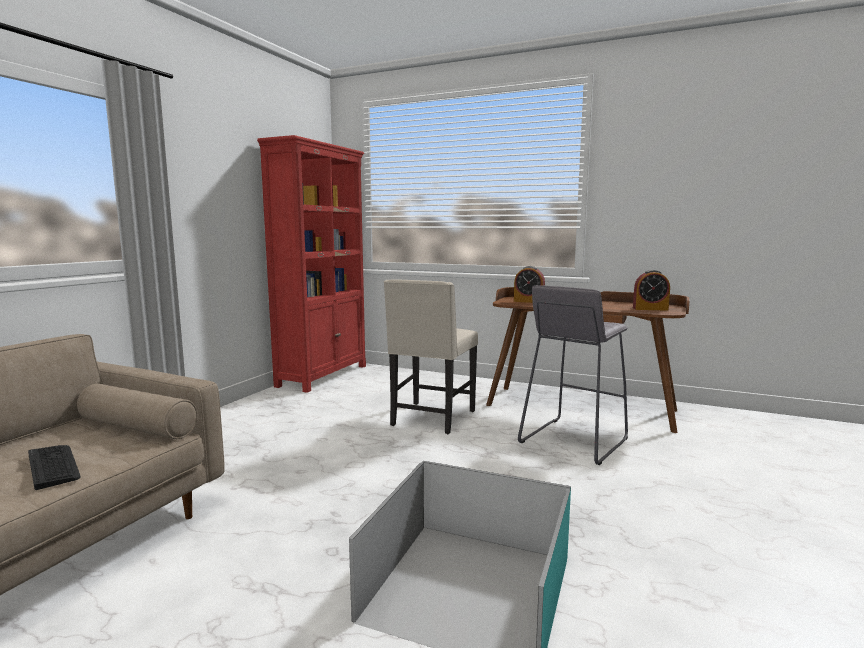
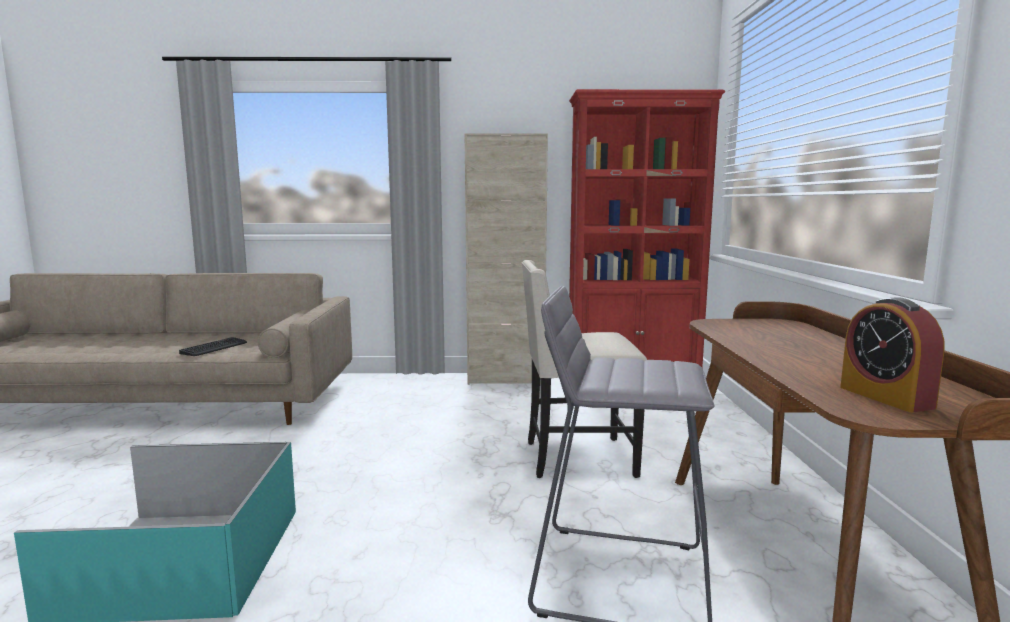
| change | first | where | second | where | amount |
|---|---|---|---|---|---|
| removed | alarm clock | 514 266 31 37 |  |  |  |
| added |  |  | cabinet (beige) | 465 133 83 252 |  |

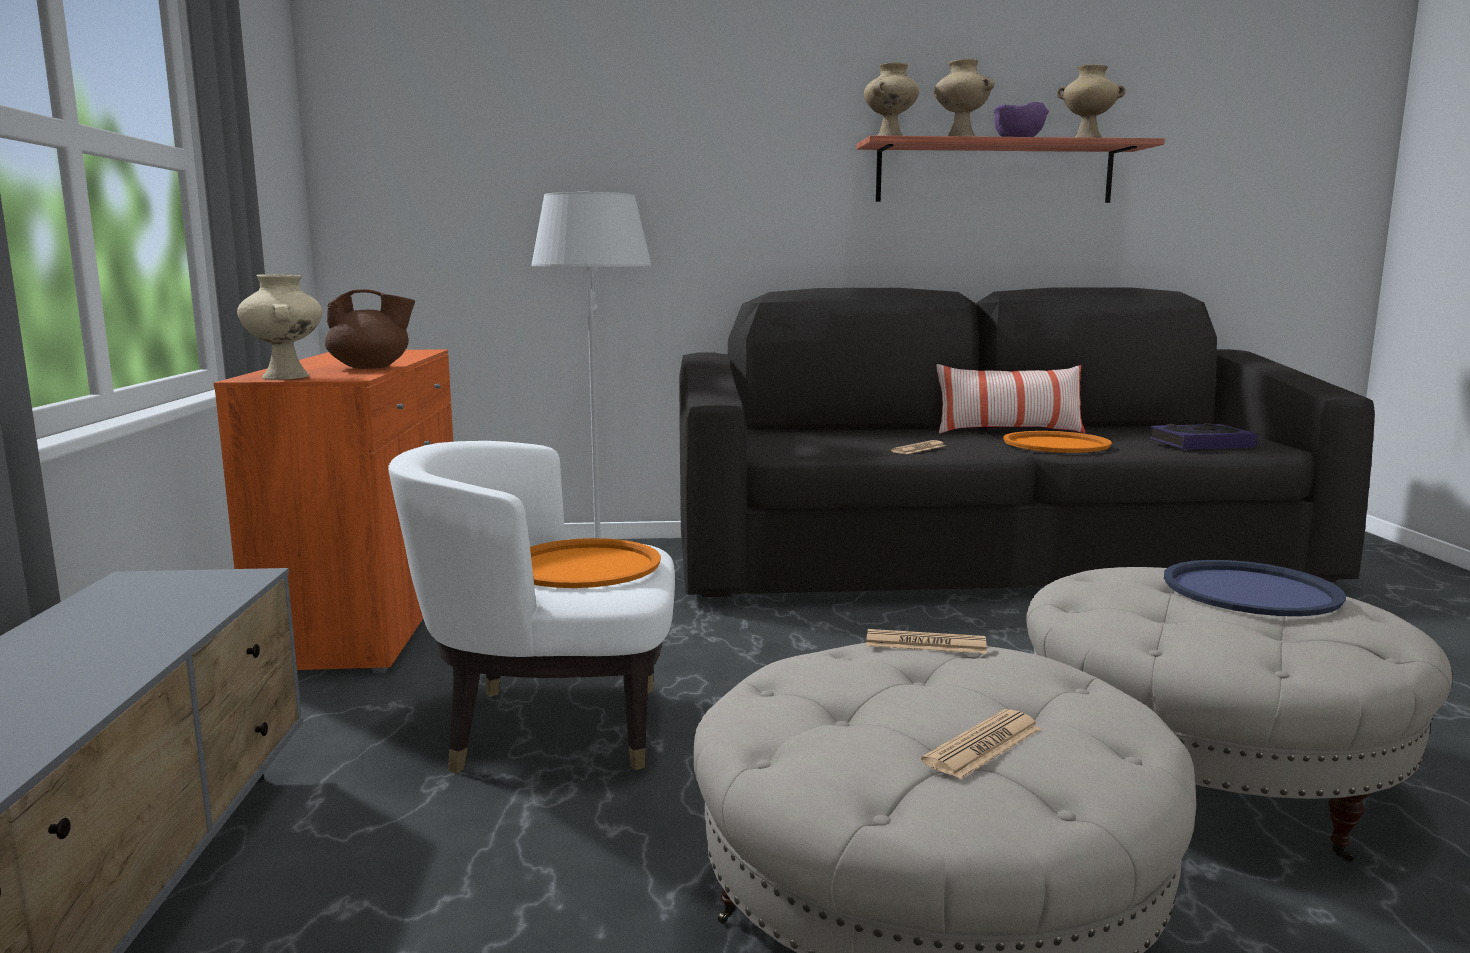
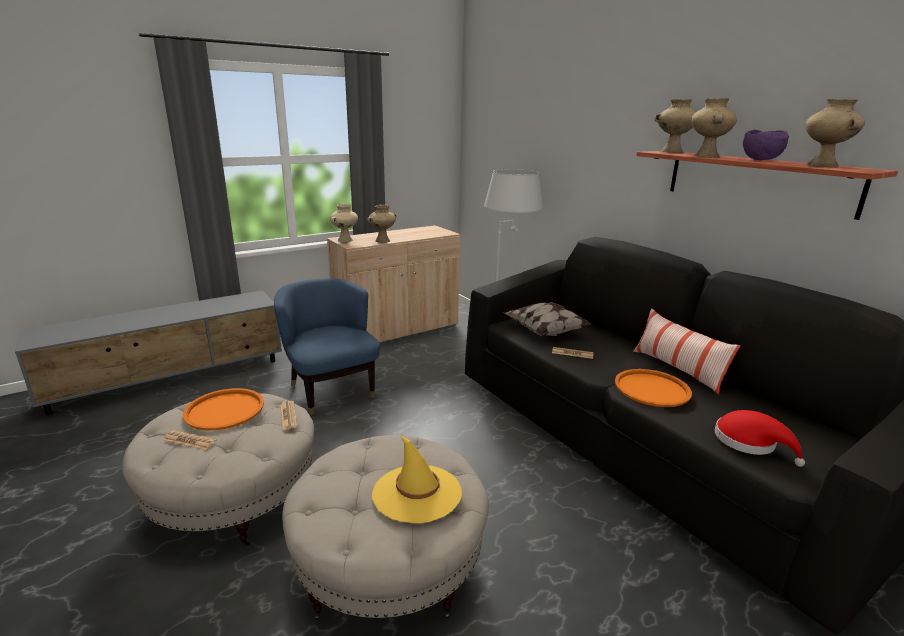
| change | first | where | second | where | amount |
|---|---|---|---|---|---|
| added |  |  | pillow | 505 302 86 34 |  |
| moved | tray (orange) | 530 538 131 50 |  | 183 388 81 42 |  |
| replaced | teapot (brown) | 325 289 90 80 | vase (beige) | 367 204 29 39 |  |
| replaced | book | 1149 423 109 27 | hat (red) | 715 410 90 57 |  |
| replaced | tray (blue) | 1164 560 182 56 | hat (yellow) | 372 435 90 89 |  |
| recoloured | cabinet (orange) | 214 350 239 324 | cabinet (beige) | 327 225 133 117 |  |
| recoloured | armchair (white) | 388 441 287 332 | armchair (blue) | 274 278 106 137 |  |

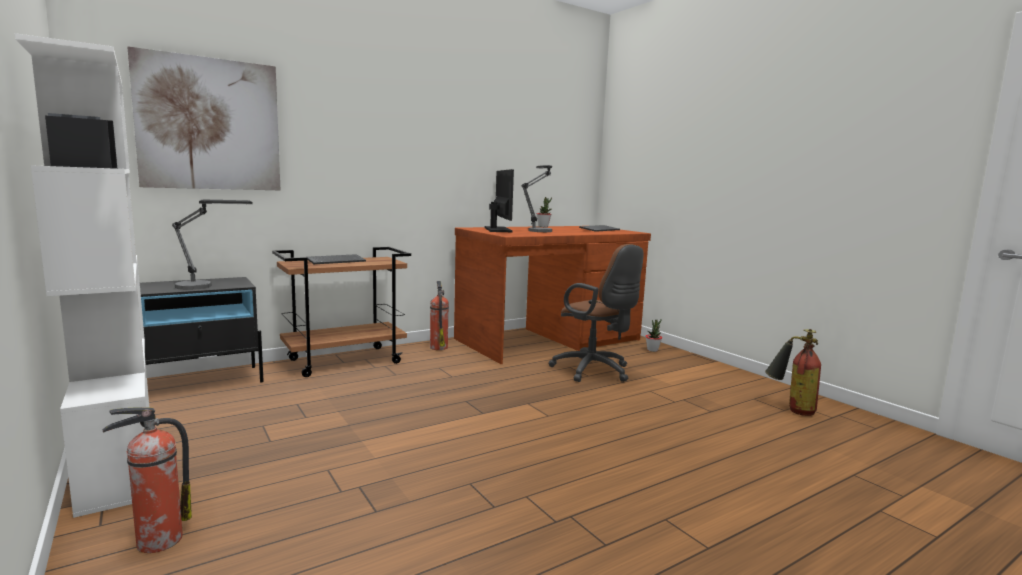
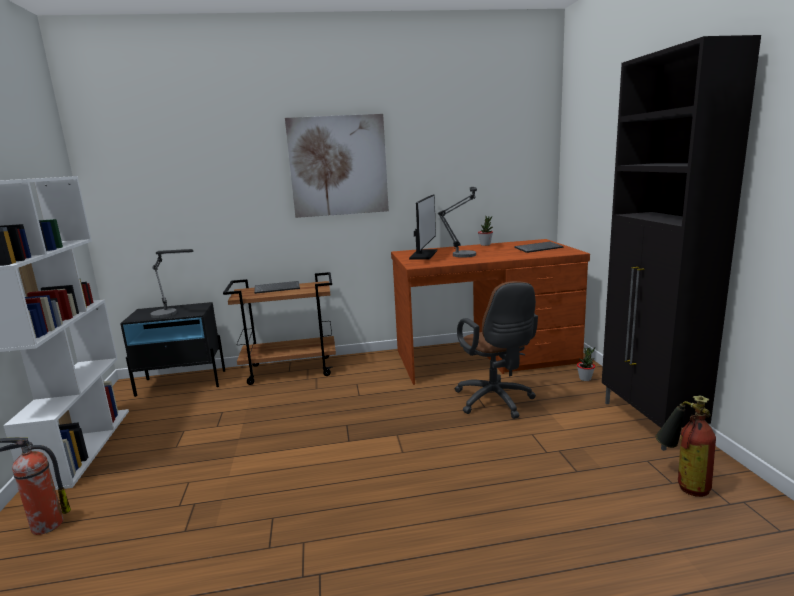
| change | first | where | second | where | amount |
|---|---|---|---|---|---|
| removed | fire extinguisher | 430 281 19 69 |  |  |  |
| added |  |  | cabinet (black) | 602 35 159 416 |  |
| moved | picture | 127 46 153 144 |  | 285 114 104 104 |  |

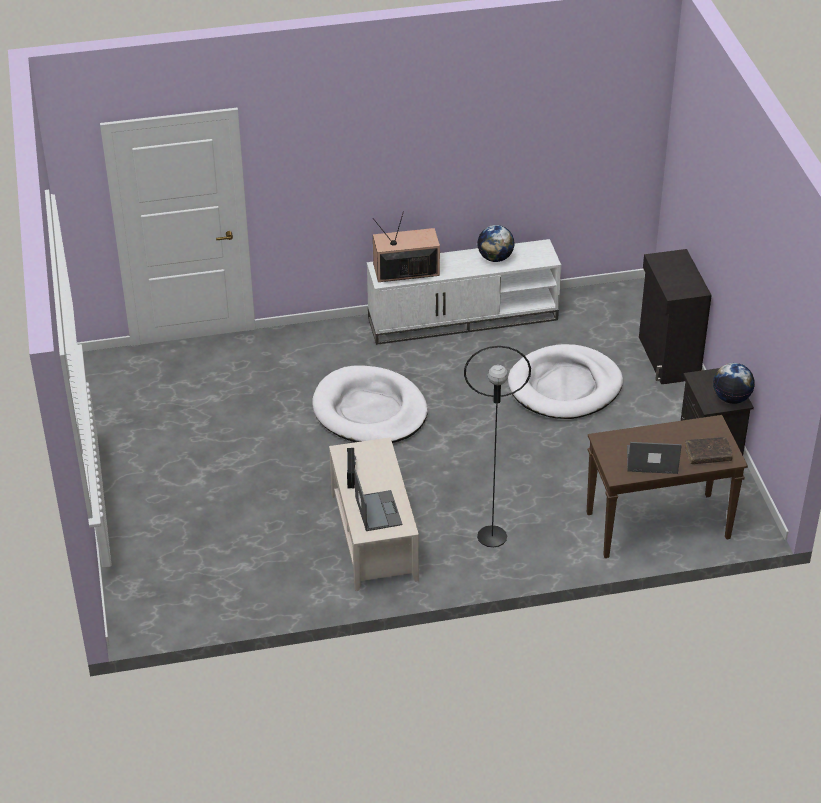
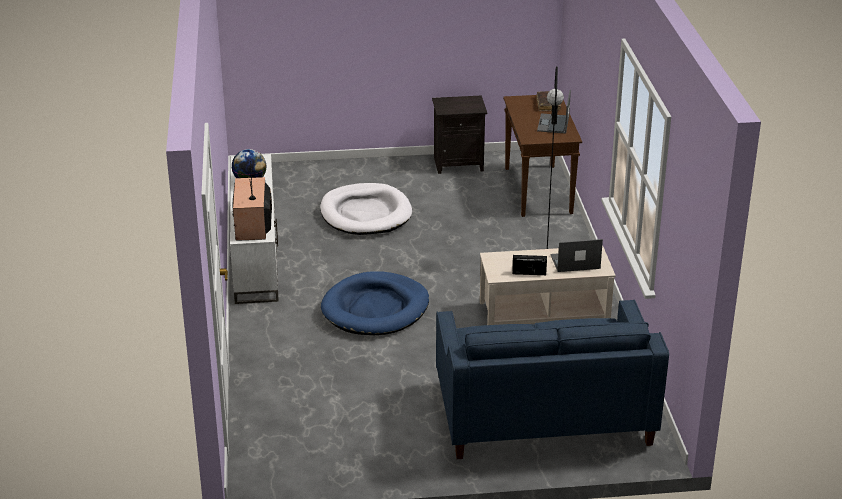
| change | first | where | second | where | amount |
|---|---|---|---|---|---|
| removed | cabinet (black) | 639 249 73 135 |  |  |  |
| removed | globe | 713 363 42 41 |  |  |  |
| added |  |  | sofa (blue) | 436 299 233 160 |  |
| recoloured | dog bed (white) | 312 366 116 77 | dog bed (blue) | 321 271 108 64 |  |

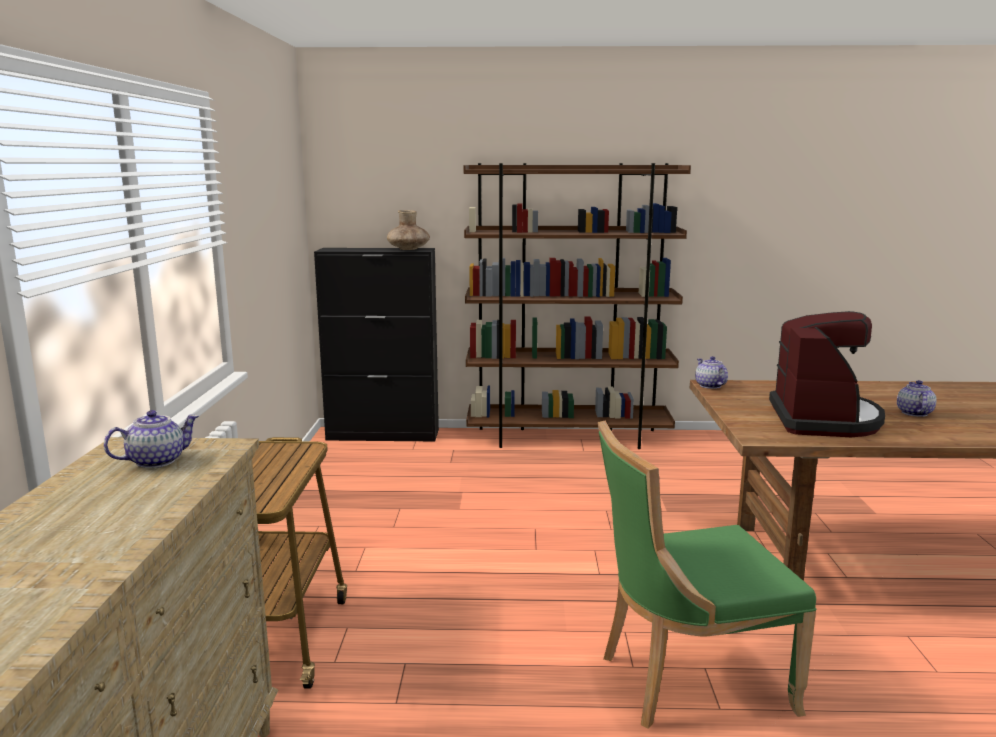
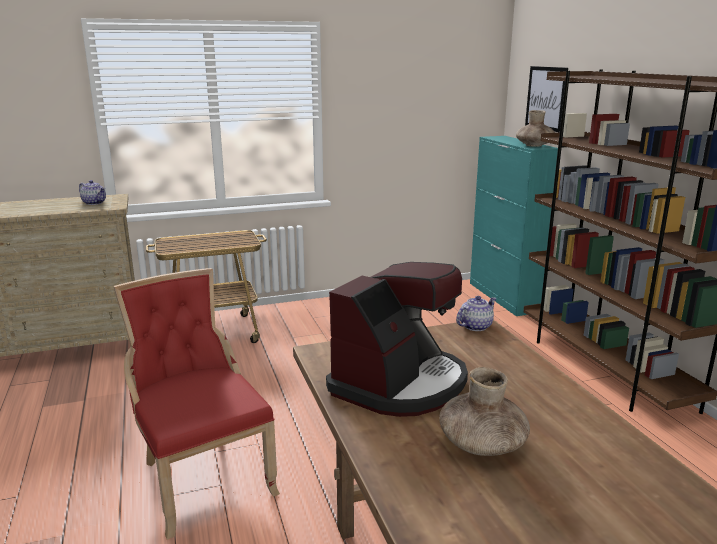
| change | first | where | second | where | amount |
|---|---|---|---|---|---|
| added |  |  | picture | 525 66 43 66 |  |
| replaced | teapot | 897 380 39 37 | vase (brown) | 439 367 91 89 |  |
| recoloured | cabinet (black) | 314 248 125 193 | cabinet (turquoise) | 470 136 88 180 |  |
| recoloured | chair (green) | 598 421 219 308 | chair (red) | 113 268 167 272 |  |
| turned | coffee machine | 769 311 116 126 |  | 326 262 142 155 | 45 degrees counterclockwise |

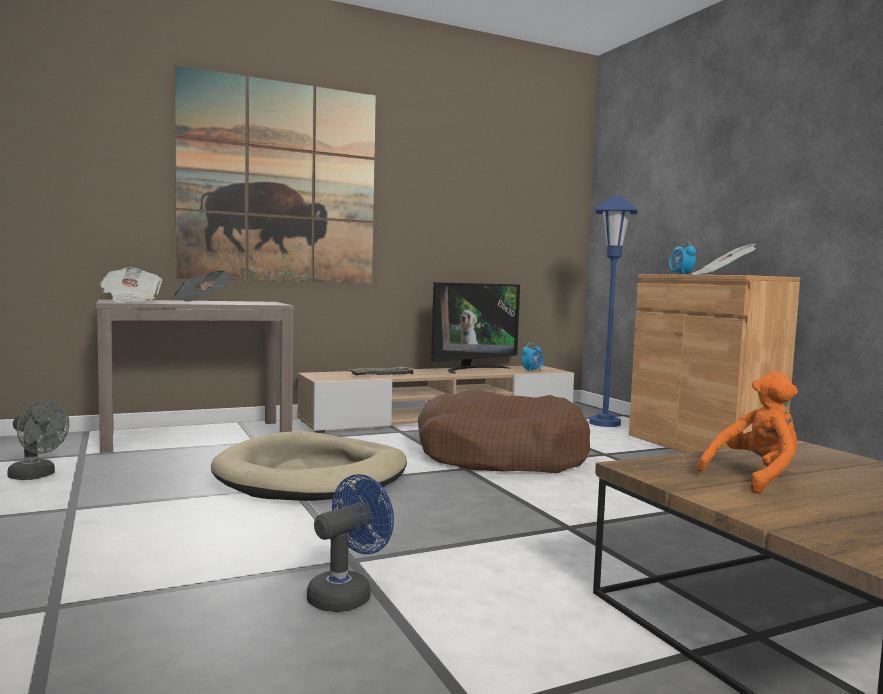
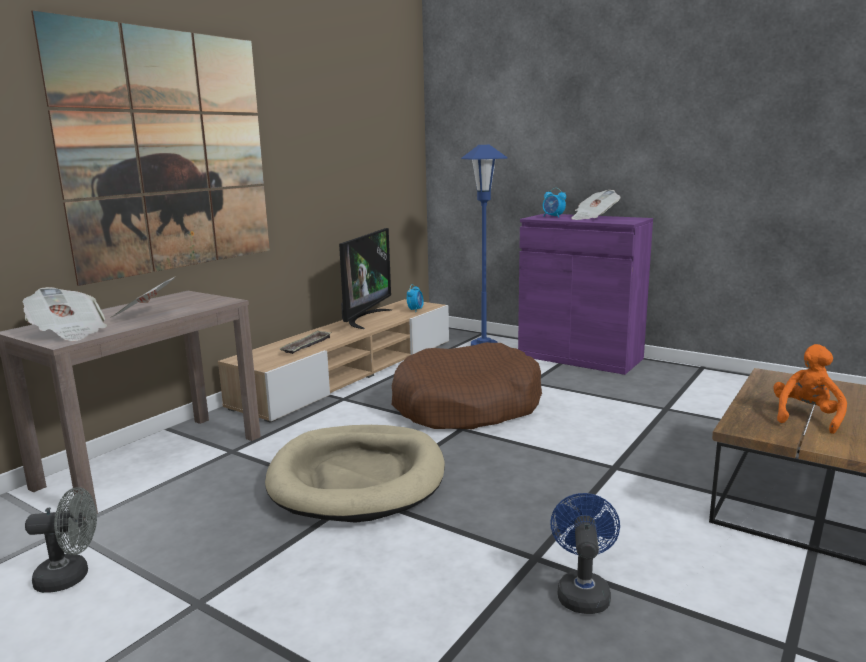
| change | first | where | second | where | amount |
|---|---|---|---|---|---|
| recoloured | cabinet (brown) | 629 274 171 179 | cabinet (purple) | 518 214 135 161 |  |

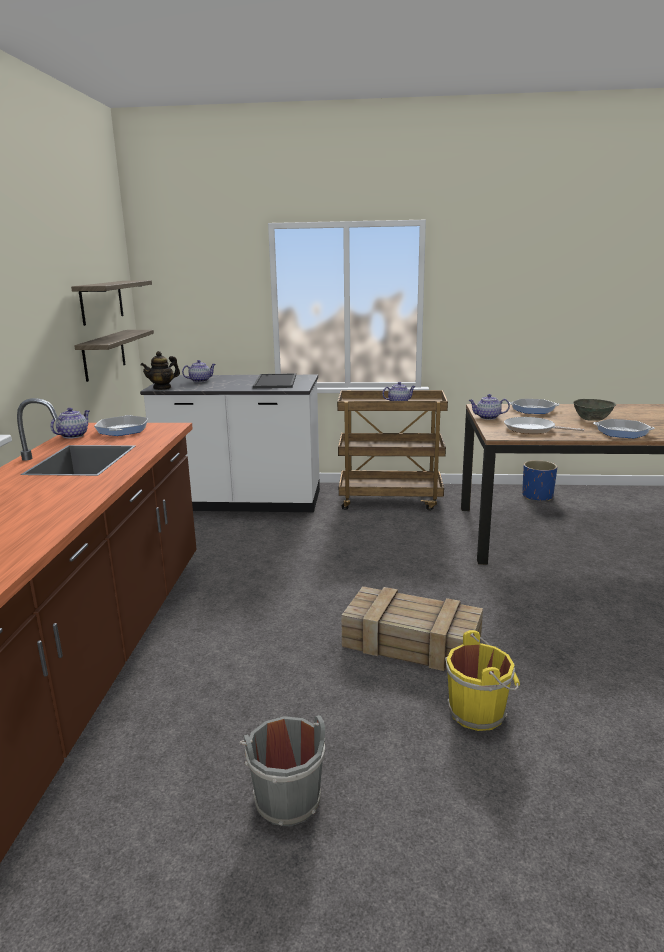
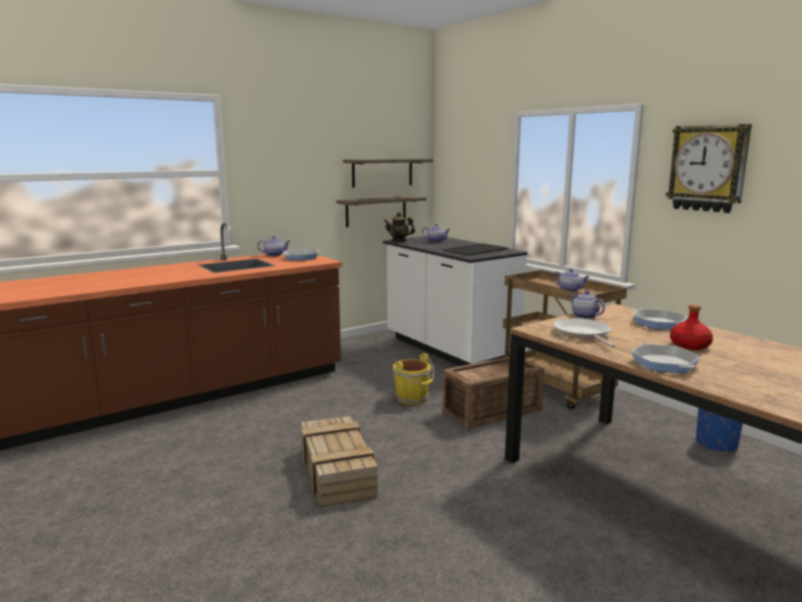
| change | first | where | second | where | amount |
|---|---|---|---|---|---|
| removed | bucket (grey) | 239 715 86 111 |  |  |  |
| added |  |  | crate | 443 356 101 73 |  |
| added |  |  | wall clock | 666 124 86 89 |  |
| moved | bucket (yellow) | 445 630 75 101 |  | 393 353 41 52 |  |
| replaced | bowl (grey) | 573 399 43 22 | bottle (red) | 670 305 43 45 |  |

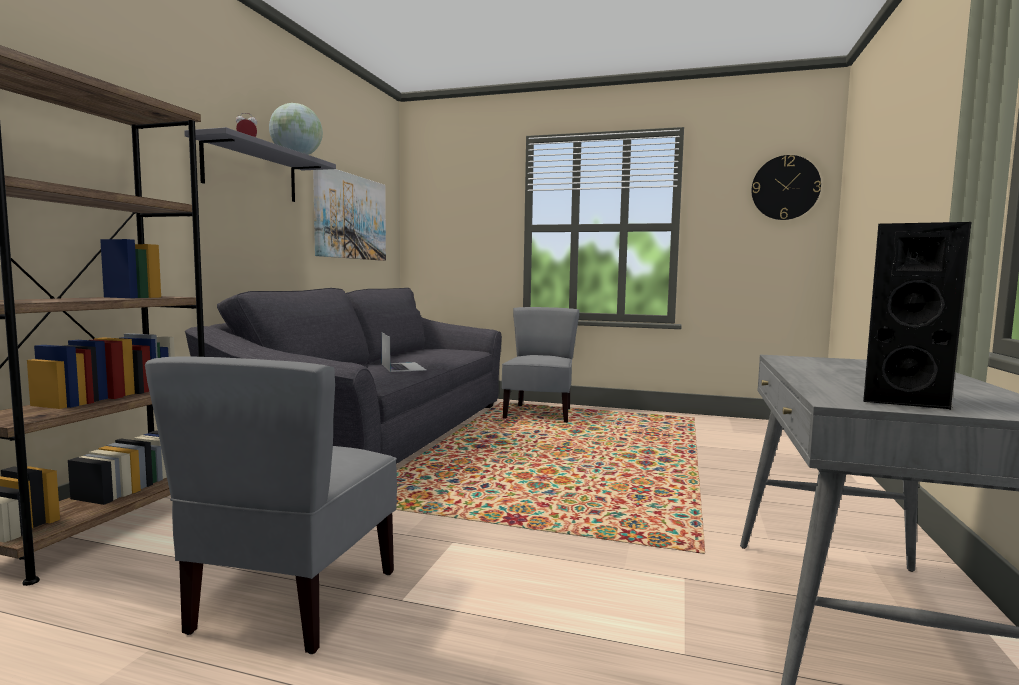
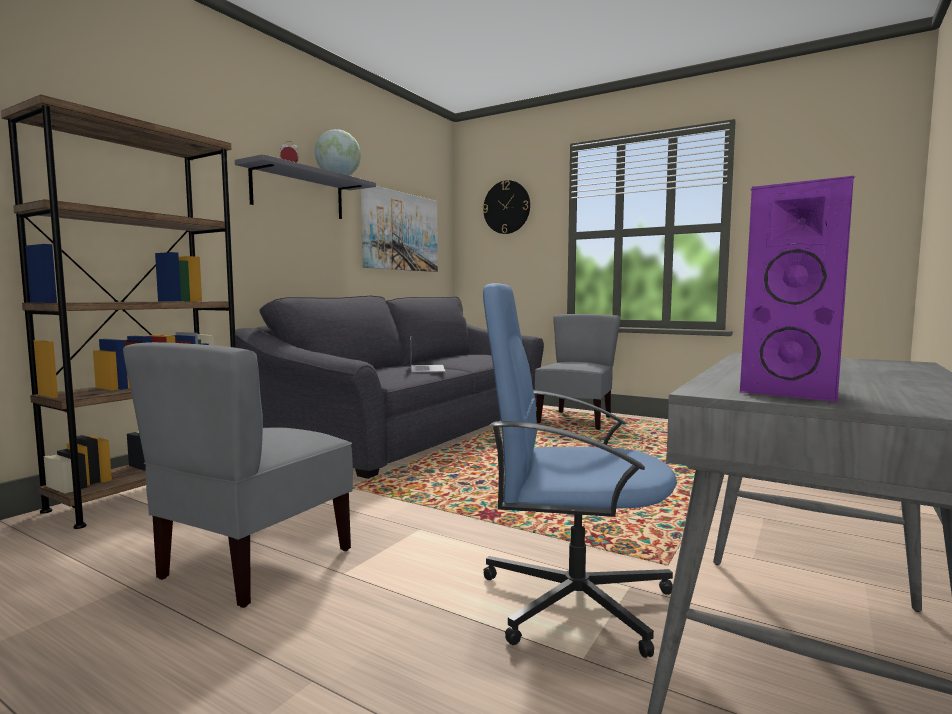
| change | first | where | second | where | amount |
|---|---|---|---|---|---|
| added |  |  | office chair (blue) | 483 283 194 375 |  |
| moved | wall clock | 751 155 70 65 |  | 483 180 47 54 |  |
| recoloured | speaker (black) | 863 222 108 188 | speaker (purple) | 740 176 115 226 |  |

